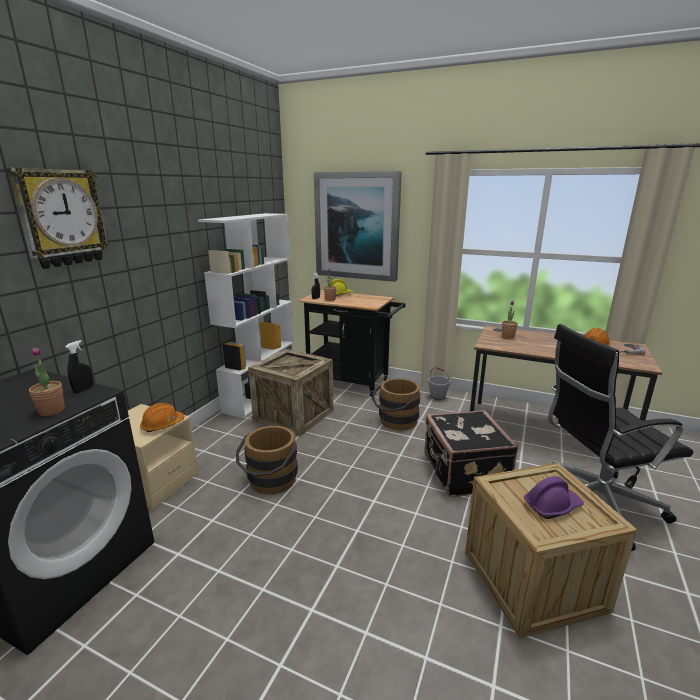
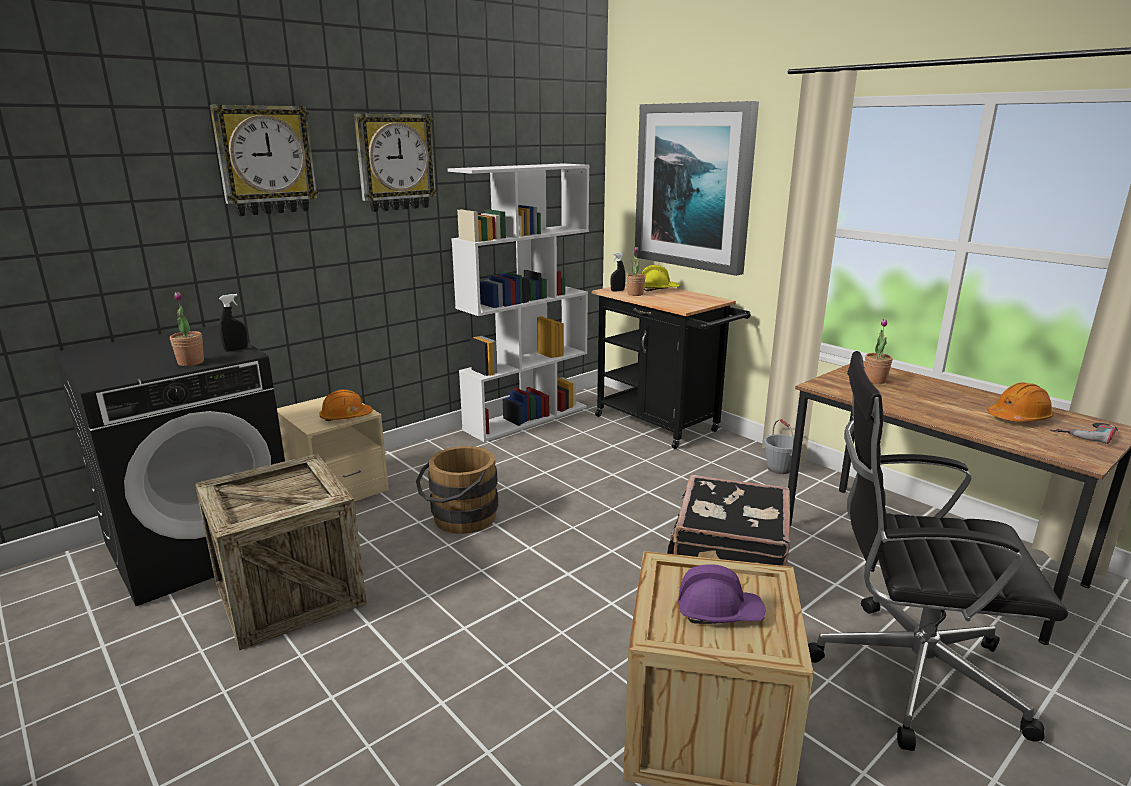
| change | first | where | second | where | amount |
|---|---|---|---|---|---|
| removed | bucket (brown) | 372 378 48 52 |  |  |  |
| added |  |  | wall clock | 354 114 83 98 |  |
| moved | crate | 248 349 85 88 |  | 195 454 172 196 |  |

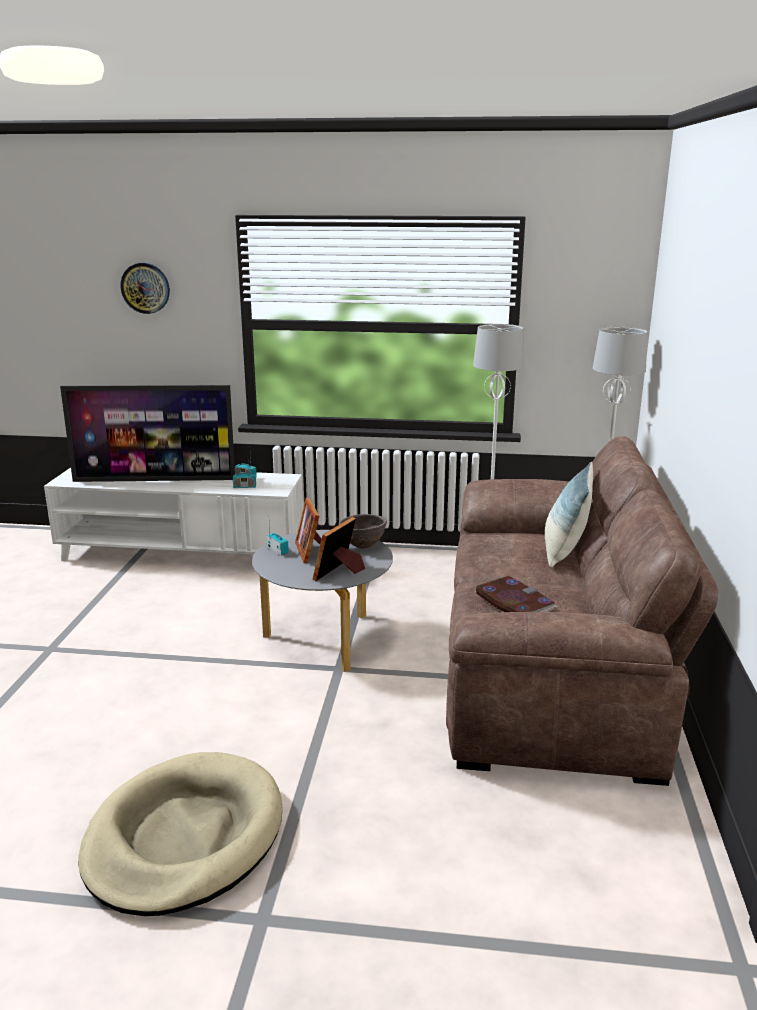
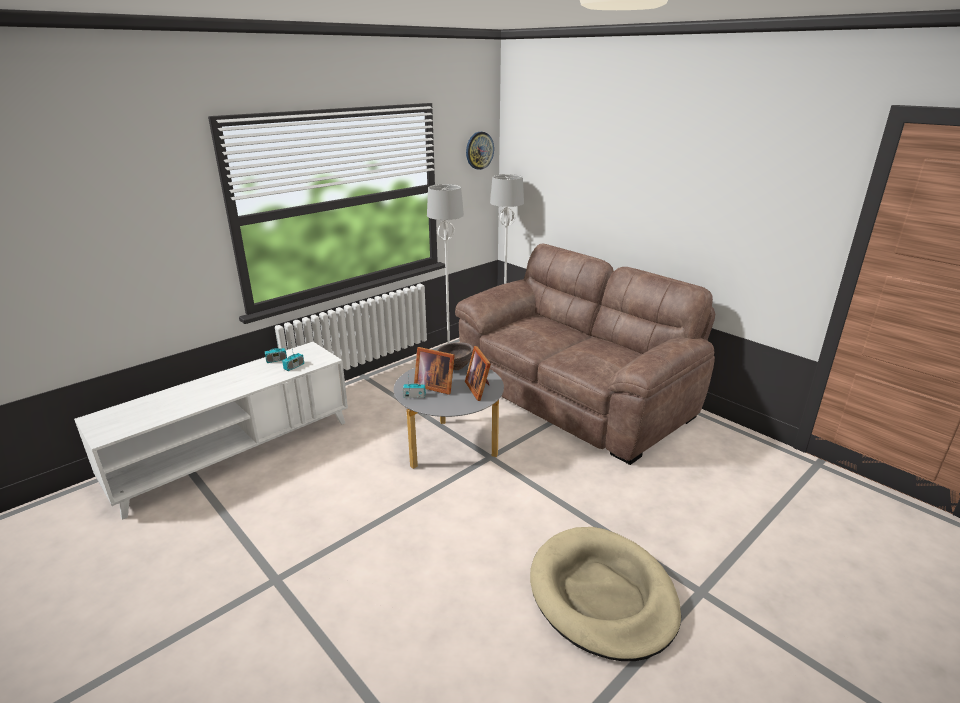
| change | first | where | second | where | amount |
|---|---|---|---|---|---|
| removed | television | 60 385 175 97 |  |  |  |
| removed | book | 476 576 81 36 |  |  |  |
| removed | pillow | 545 462 48 106 |  |  |  |
| moved | wall clock | 120 263 50 51 |  | 466 132 28 38 |  |

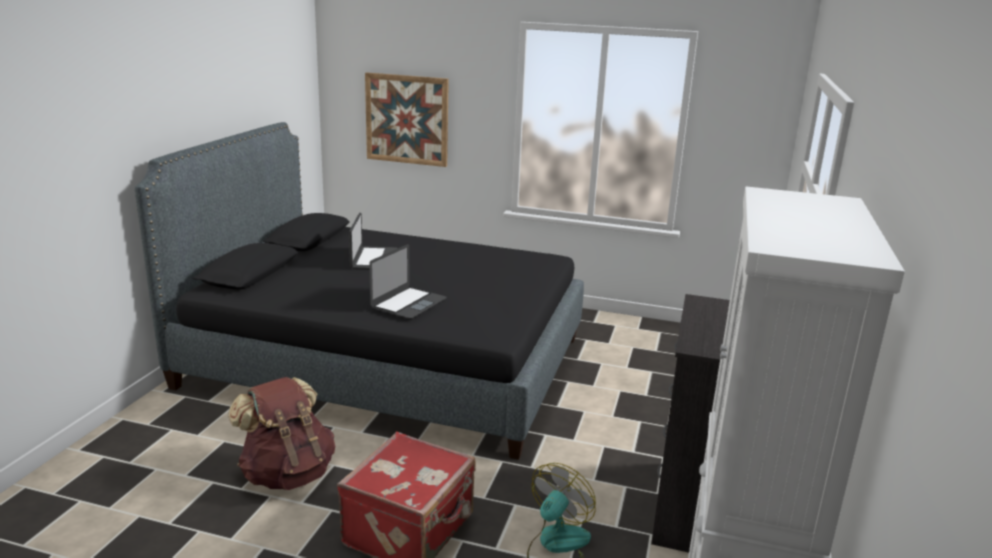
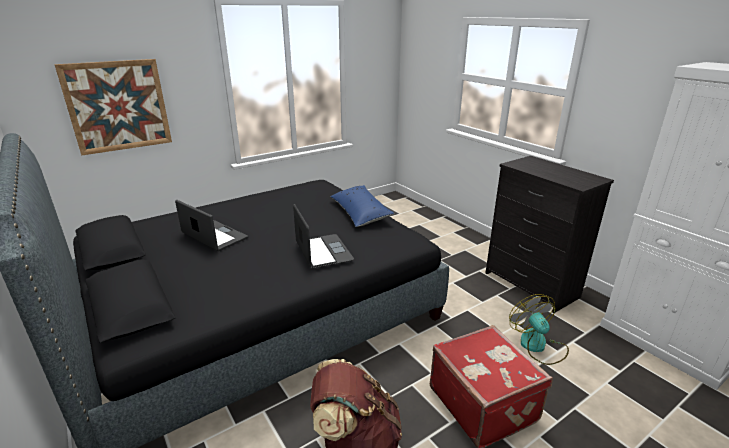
| change | first | where | second | where | amount |
|---|---|---|---|---|---|
| added |  |  | pillow (blue) | 330 185 64 42 |  |

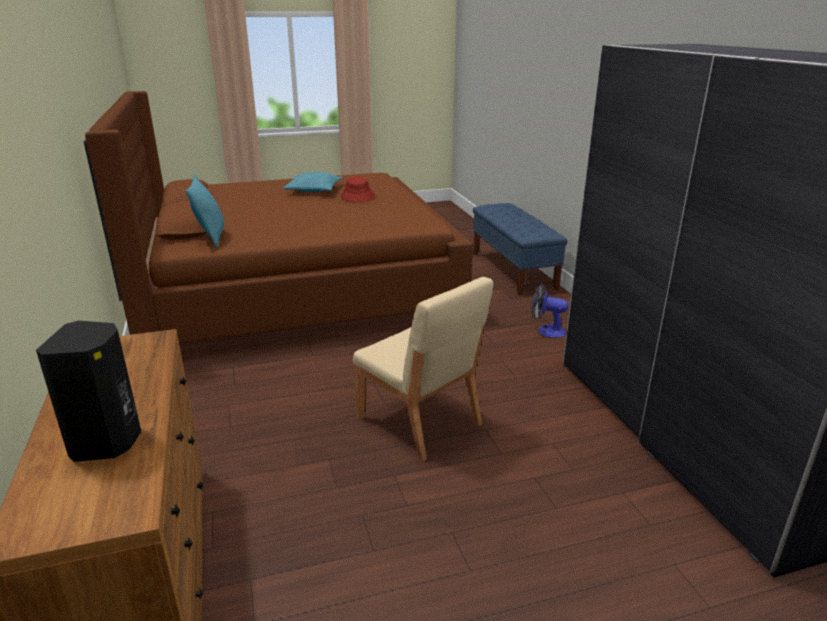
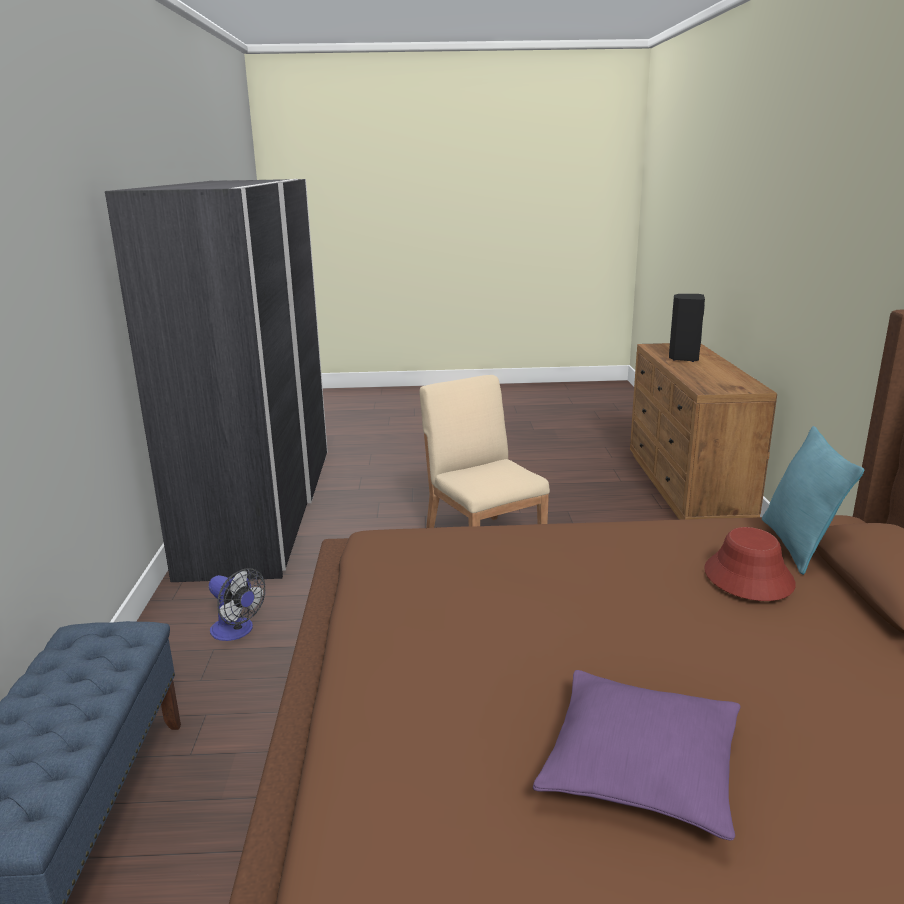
| change | first | where | second | where | amount |
|---|---|---|---|---|---|
| moved | hat (red) | 341 176 34 27 |  | 704 527 92 74 |  |
| recoloured | pillow (turquoise) | 283 172 59 20 | pillow (purple) | 533 670 208 171 |  |

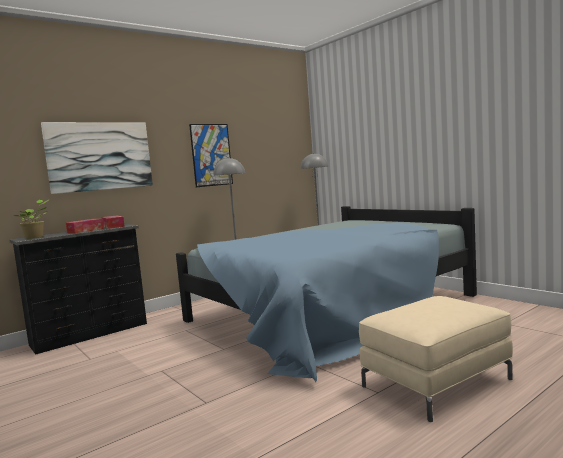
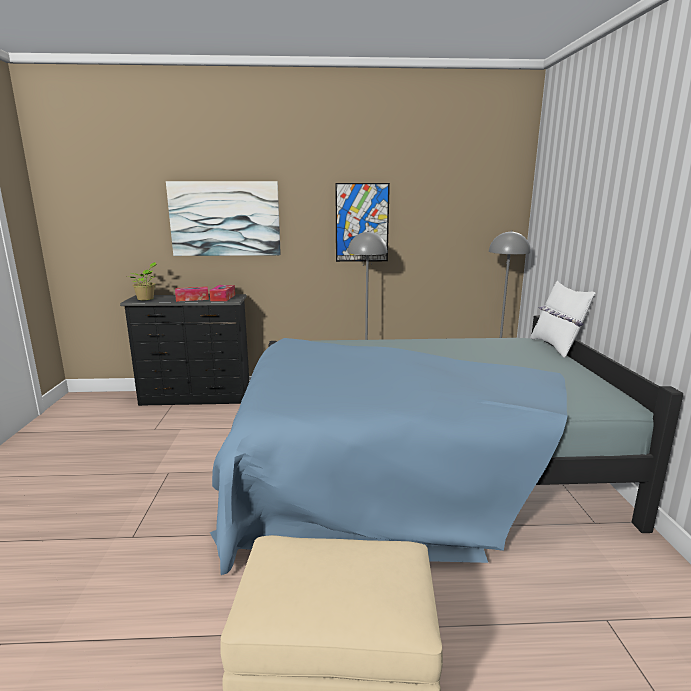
| change | first | where | second | where | amount |
|---|---|---|---|---|---|
| added |  |  | pillow (white) | 530 281 65 77 |  |

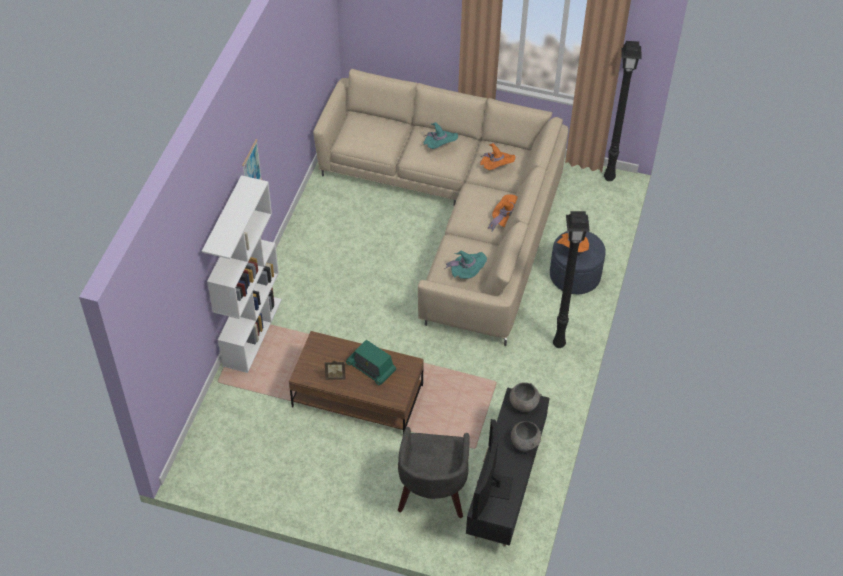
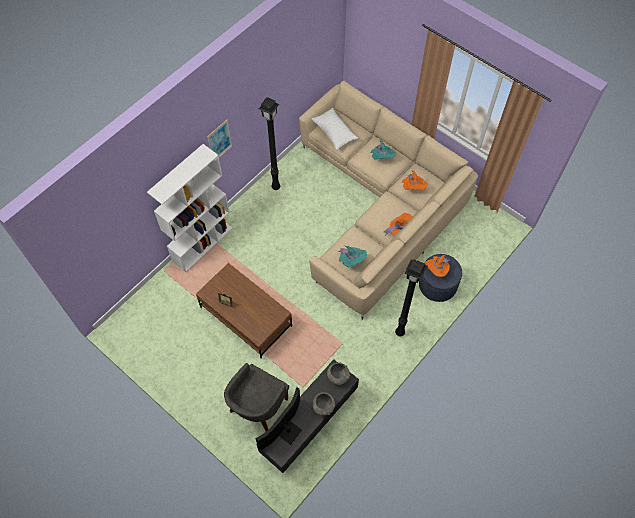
| change | first | where | second | where | amount |
|---|---|---|---|---|---|
| removed | radio | 346 340 50 45 |  |  |  |
| added |  |  | pillow (white) | 312 108 46 42 |  |
| moved | floor lamp (black) | 604 41 38 140 |  | 259 97 21 93 |  |

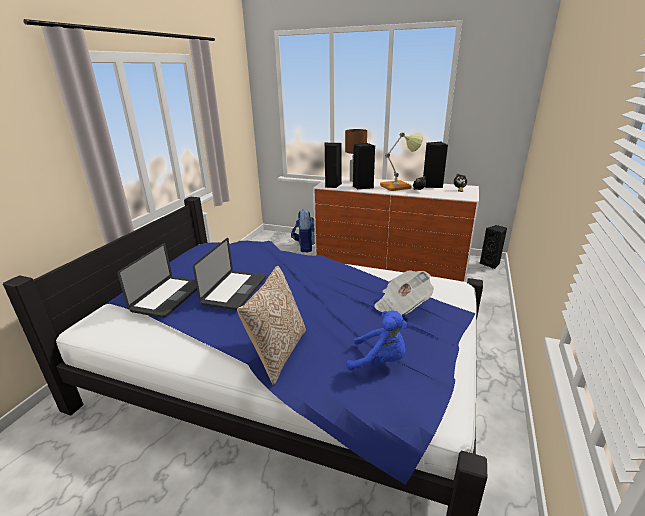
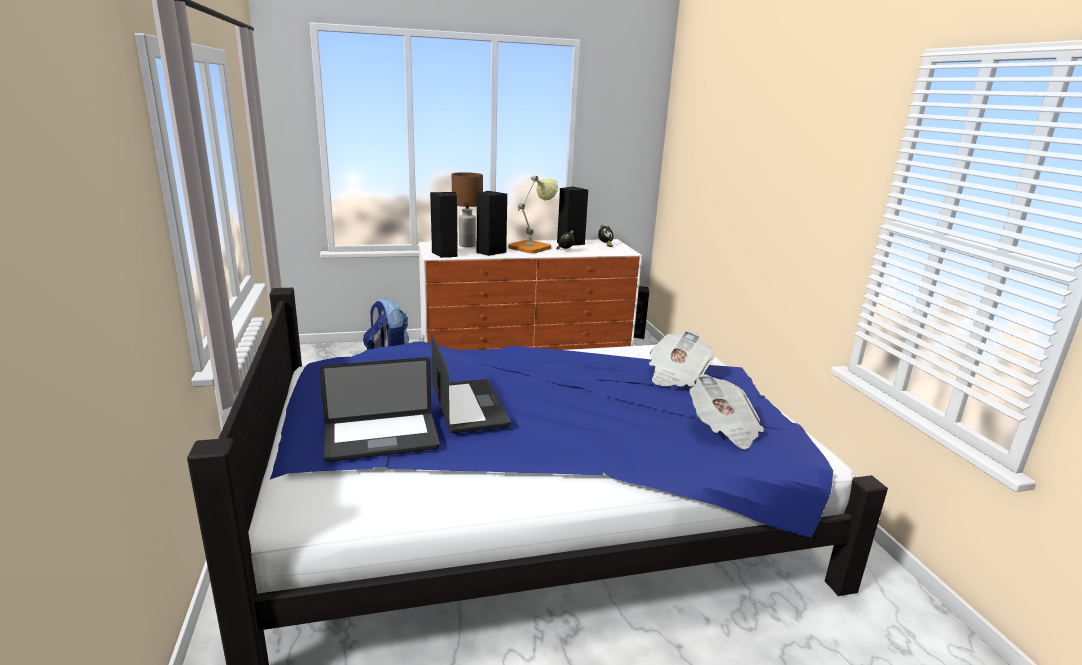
| change | first | where | second | where | amount |
|---|---|---|---|---|---|
| removed | pillow | 237 266 69 119 |  |  |  |
| replaced | plush toy (blue) | 346 310 62 61 | newspaper | 689 374 75 76 |  |
| turned | laptop | 117 243 80 75 |  | 319 357 121 105 | 90 degrees clockwise |

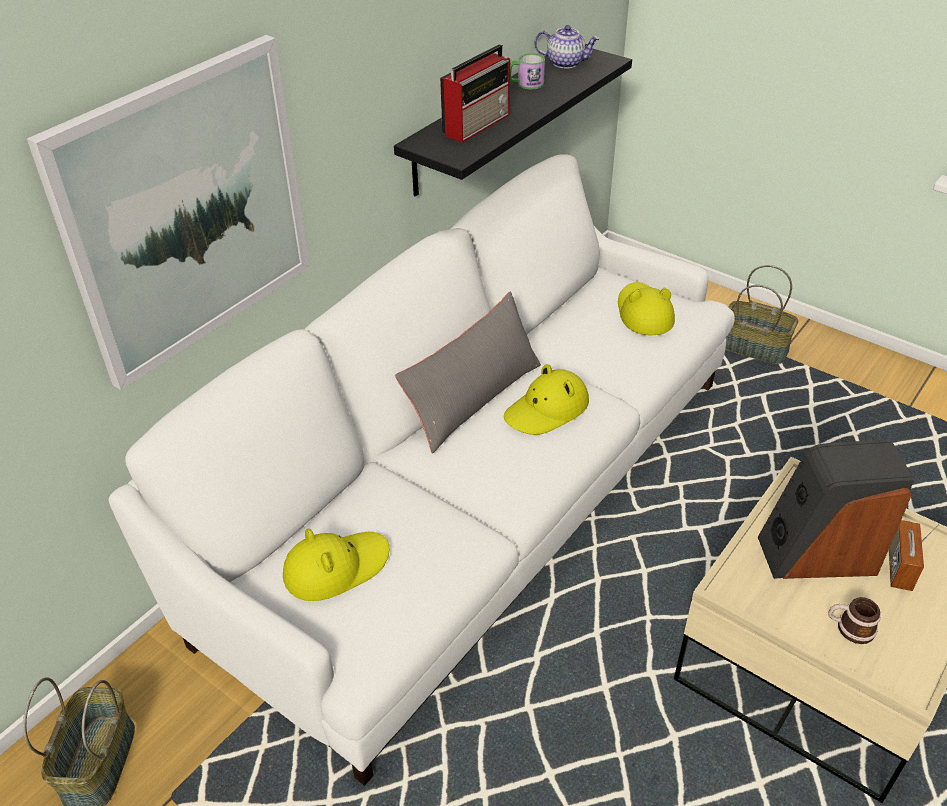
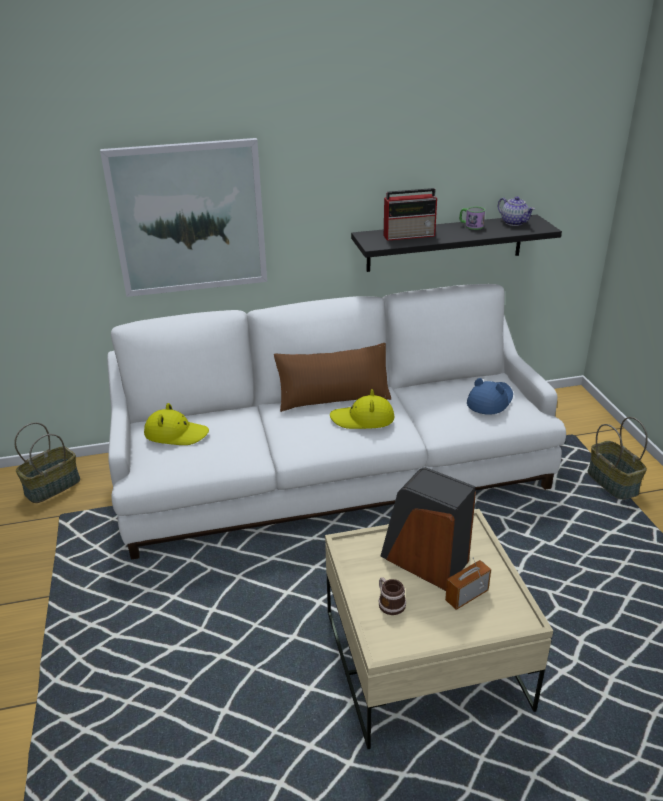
| change | first | where | second | where | amount |
|---|---|---|---|---|---|
| recoloured | pillow (grey) | 395 292 146 162 | pillow (brown) | 274 343 117 69 |  |
| recoloured | hat (yellow) | 618 282 57 53 | hat (blue) | 467 378 46 37 |  |

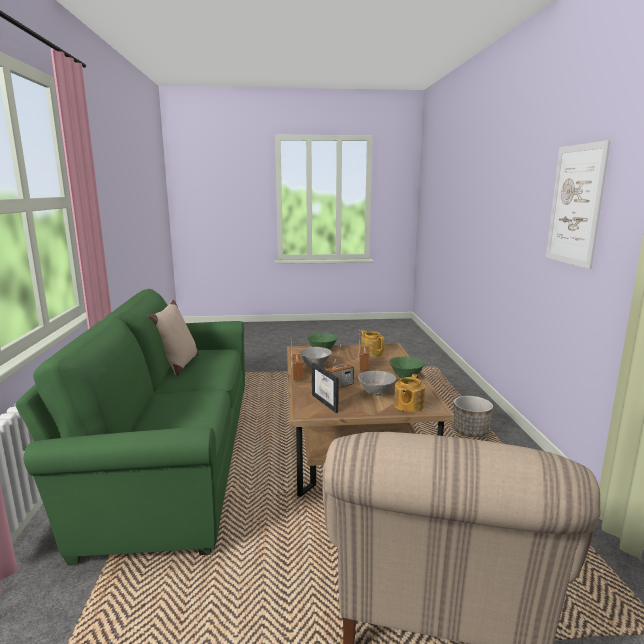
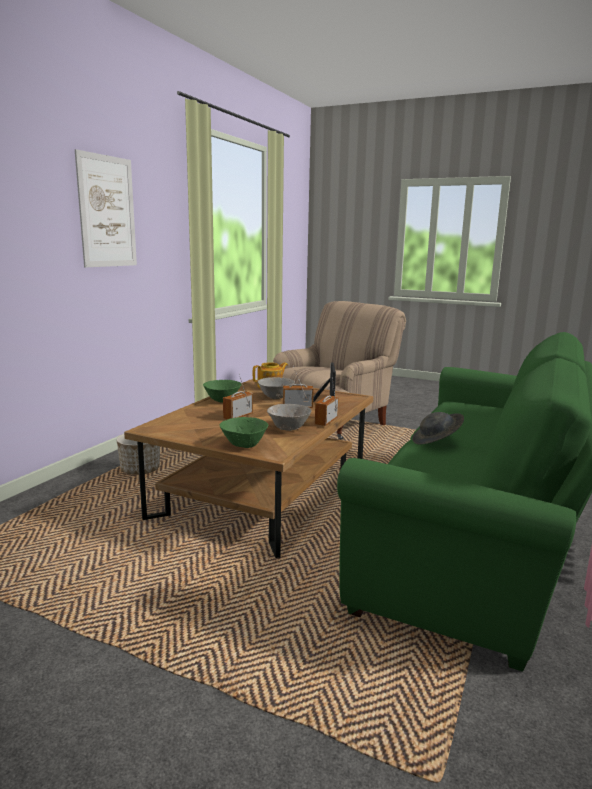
| change | first | where | second | where | amount |
|---|---|---|---|---|---|
| removed | pillow (beige) | 148 300 51 76 |  |  |  |
| removed | teapot | 360 330 25 27 |  |  |  |
| added |  |  | hat (grey) | 412 412 52 33 |  |

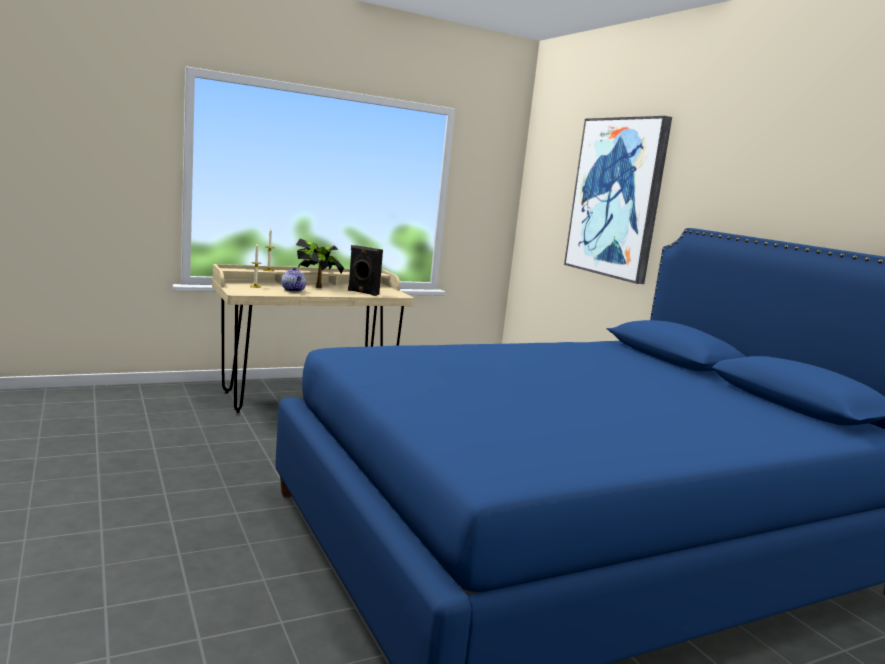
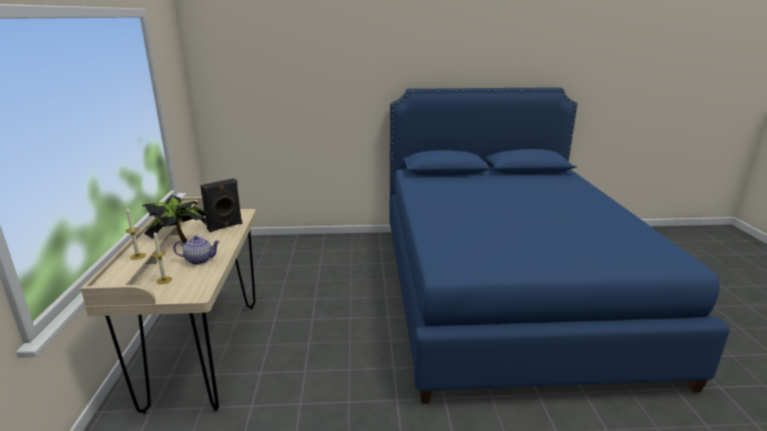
| change | first | where | second | where | amount |
|---|---|---|---|---|---|
| removed | picture | 564 116 108 168 |  |  |  |

